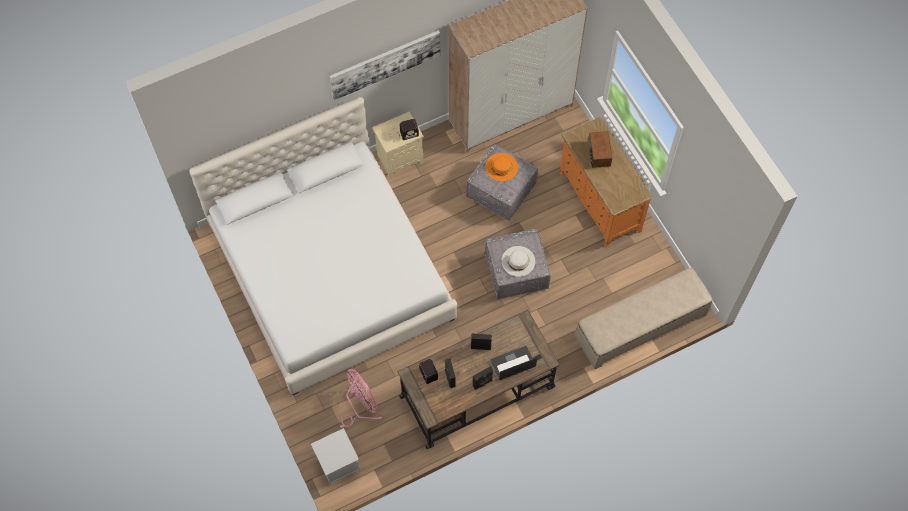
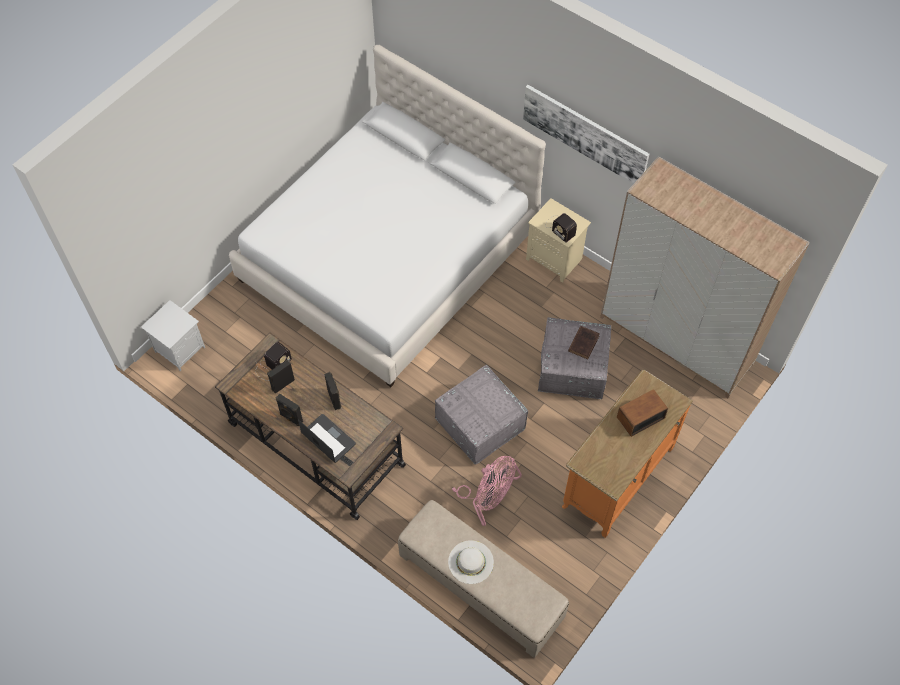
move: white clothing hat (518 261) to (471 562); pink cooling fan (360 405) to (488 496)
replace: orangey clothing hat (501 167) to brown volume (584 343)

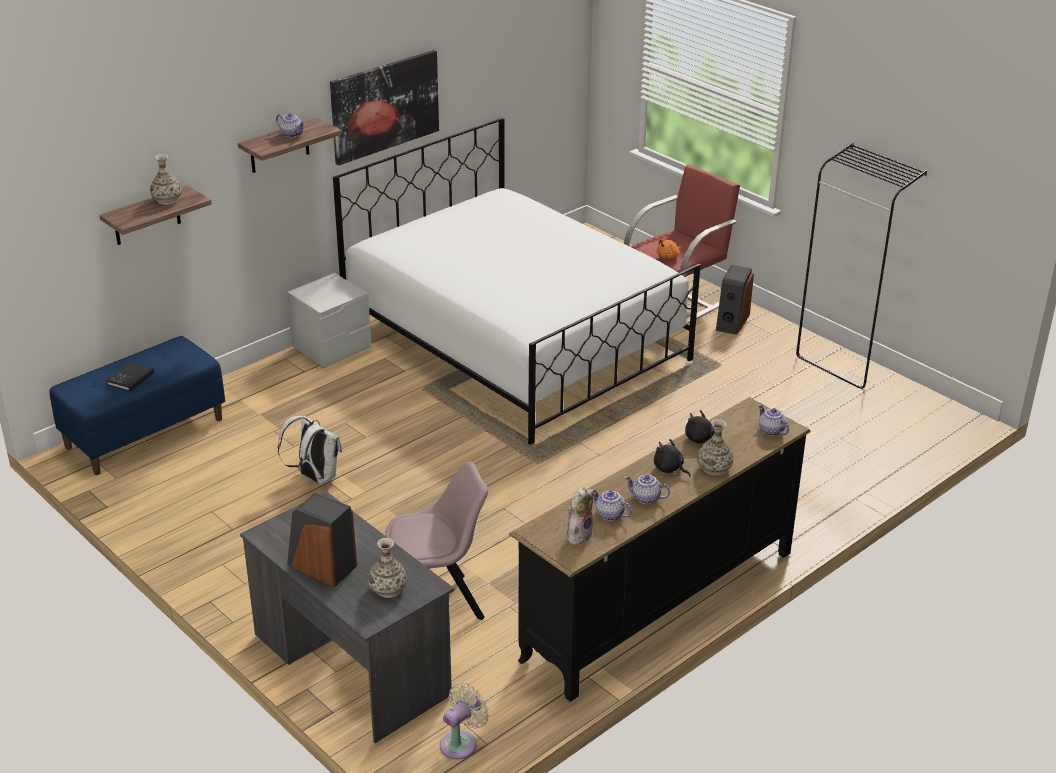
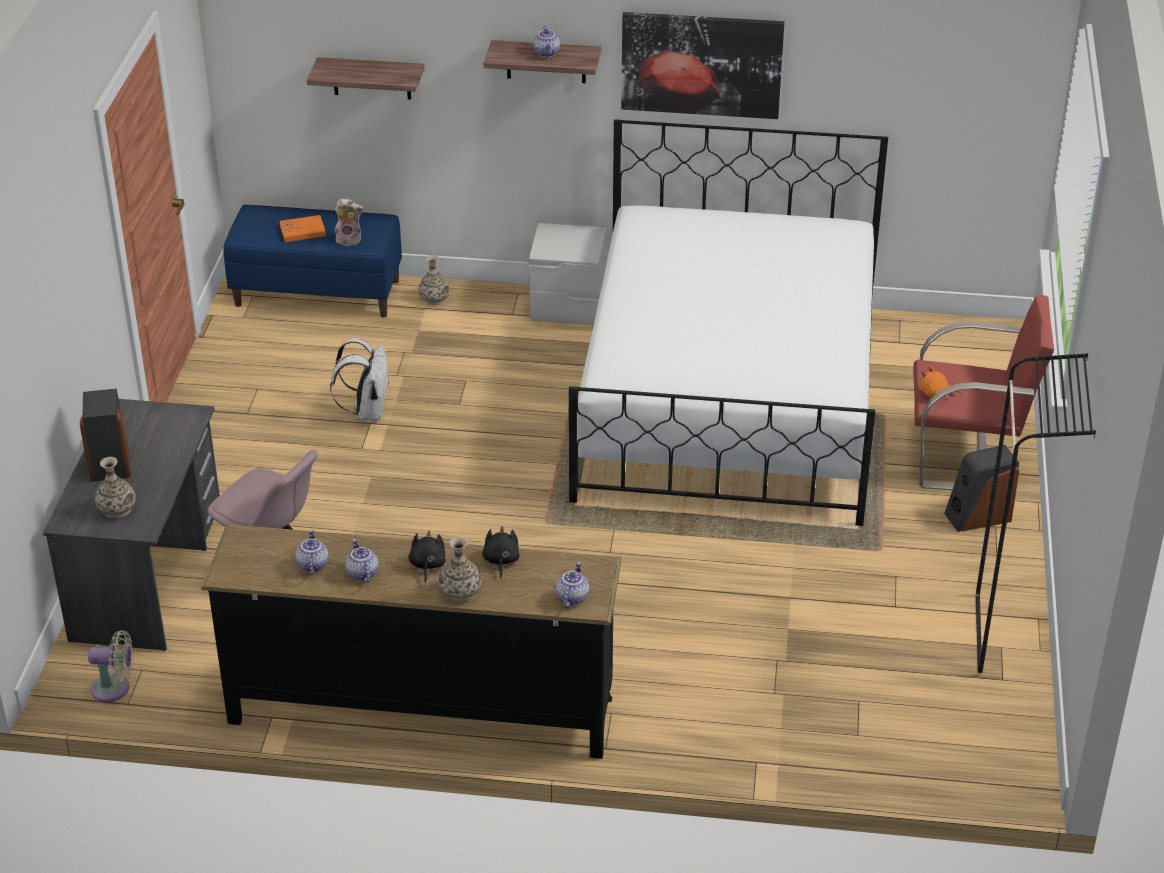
move: flower vase (167 200) to (434 299); plush toy (578 535) to (349 240)
recolor: blackish volume (130 378) to orangey volume (302 230)

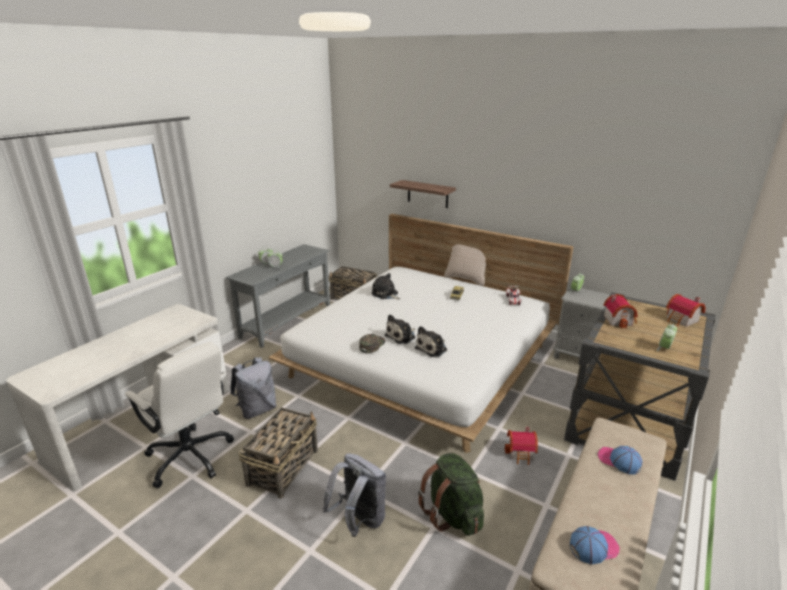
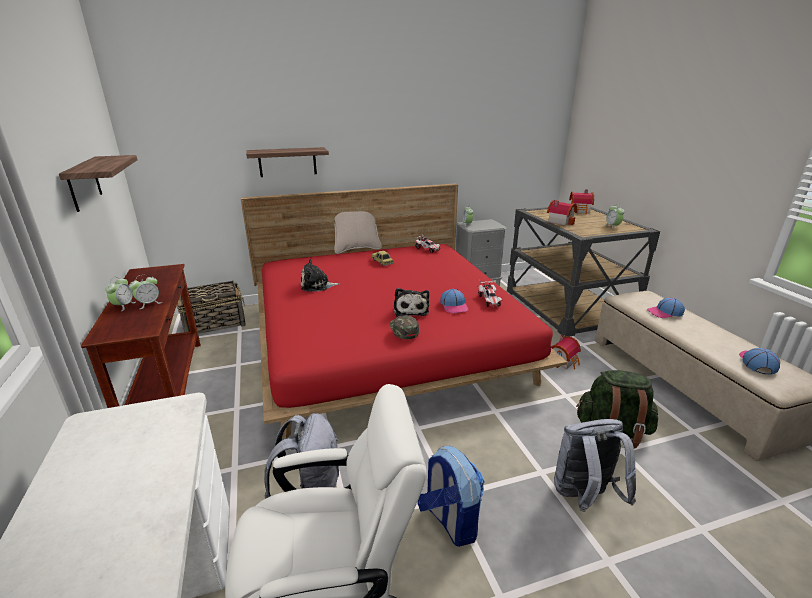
insert: shelf (84 183); model car (489 301)
replace: plush toy (432 348) to peaked cap (454 306); basket (284 467) to knapsack (449 521)
recolor: white bed (422 360) to reddish bed (386 341); grey narrow table (287 321) to brown narrow table (166 386)

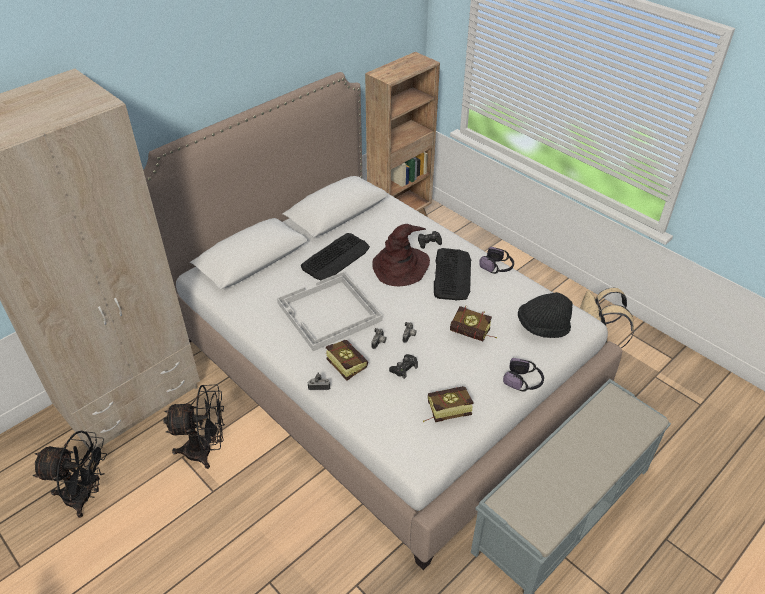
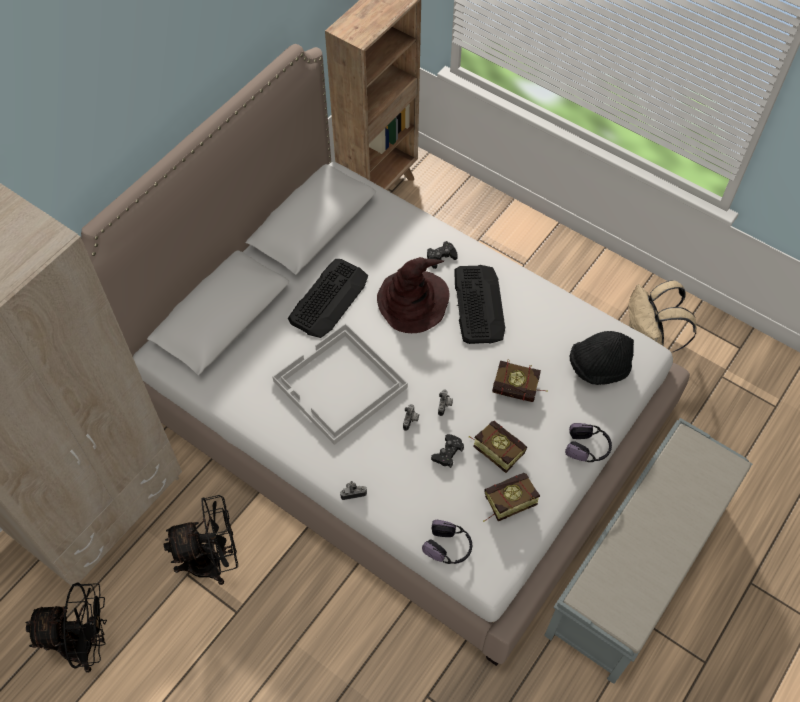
move: headset (497 267) to (448 547); volume (344 363) to (494 448)

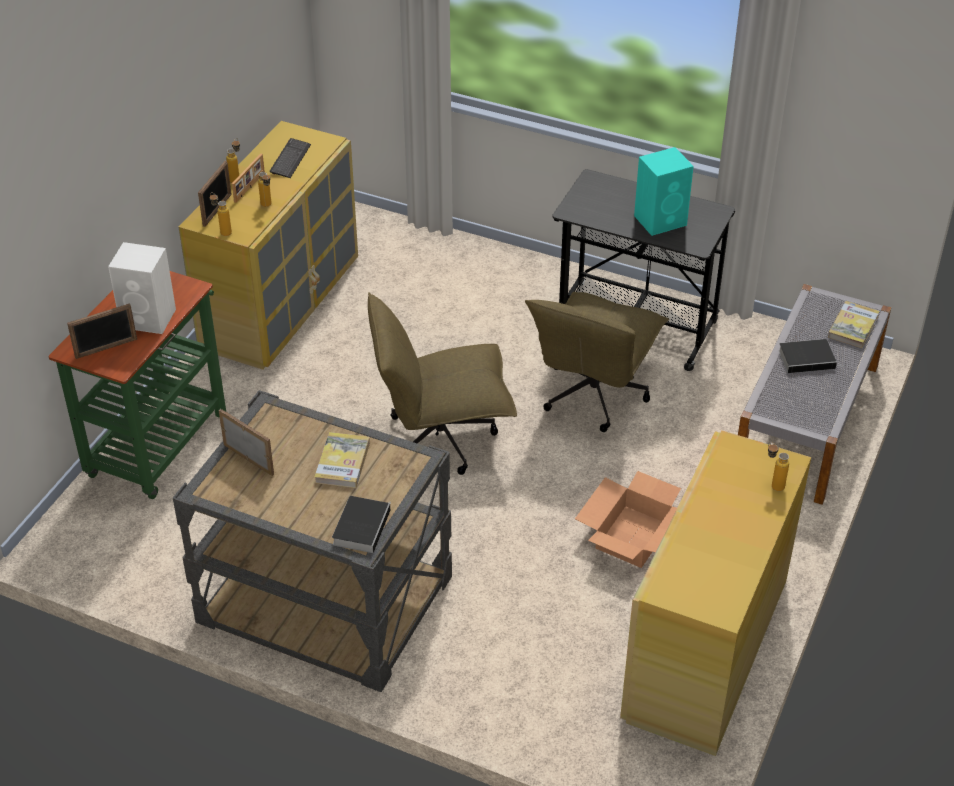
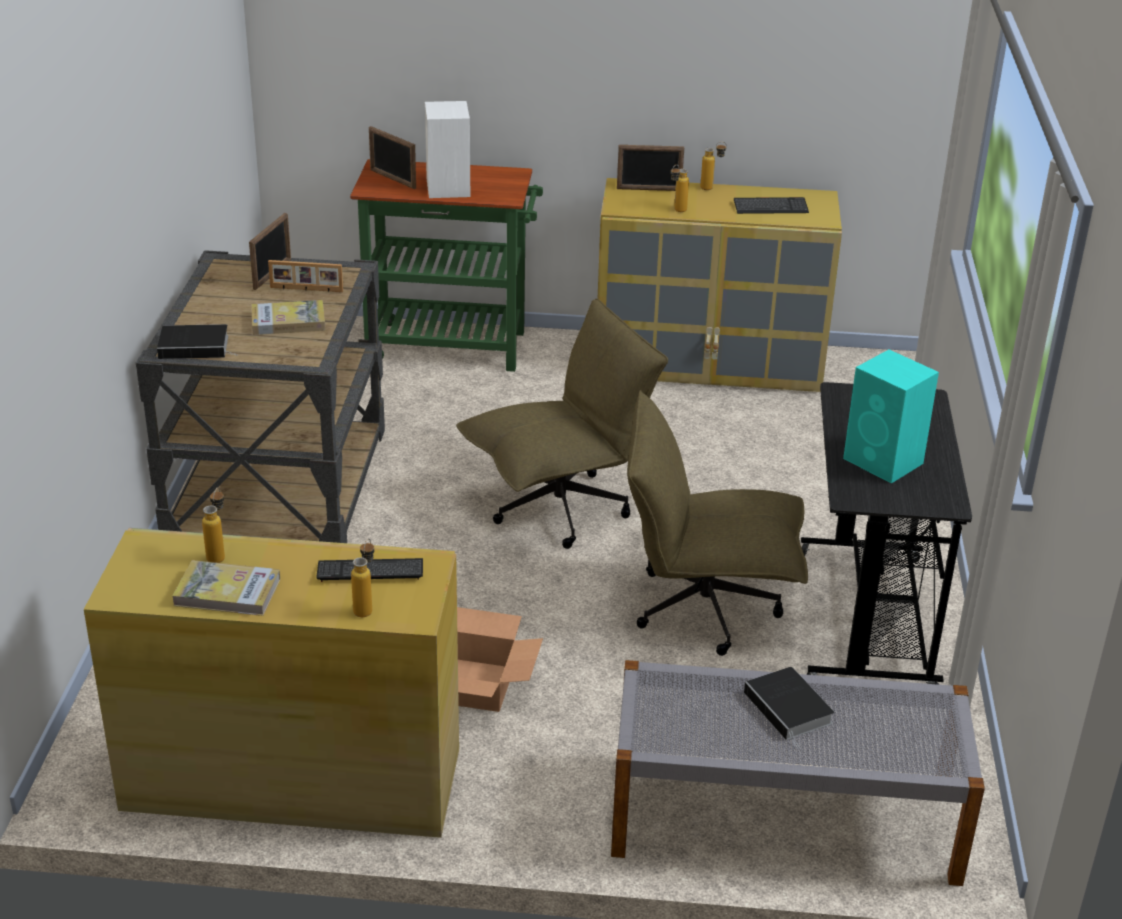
insert: PC keyboard (370 571)
move: photo frame (250 187) to (306 289); beverage bottle (222 231) to (218 554); volume (853 327) to (227 592)
rotate: sand-coloured office chair (442 437) = (557 509) 90 degrees clockwise

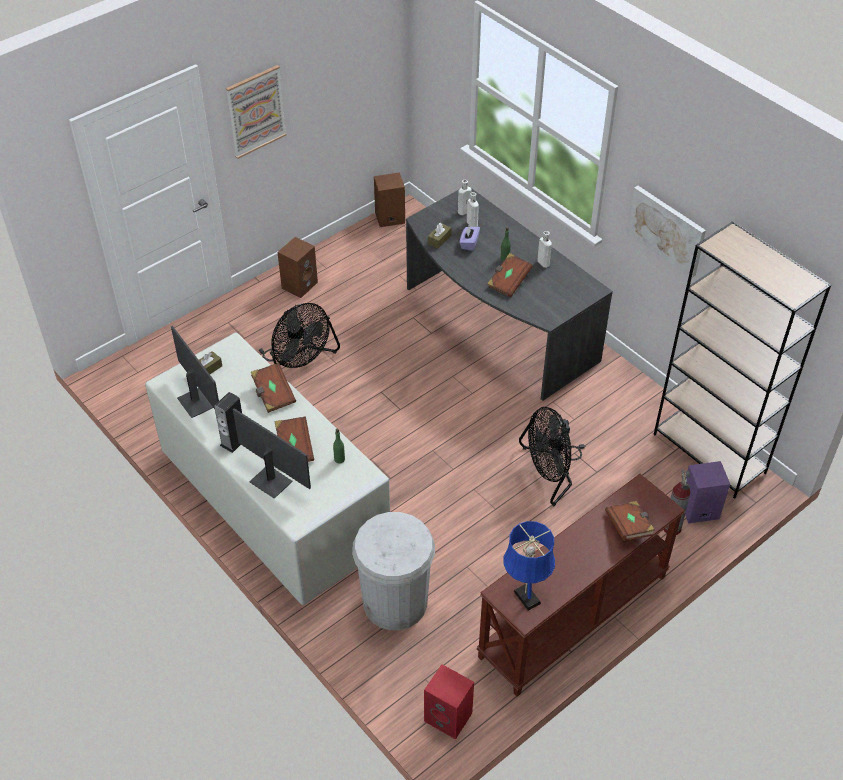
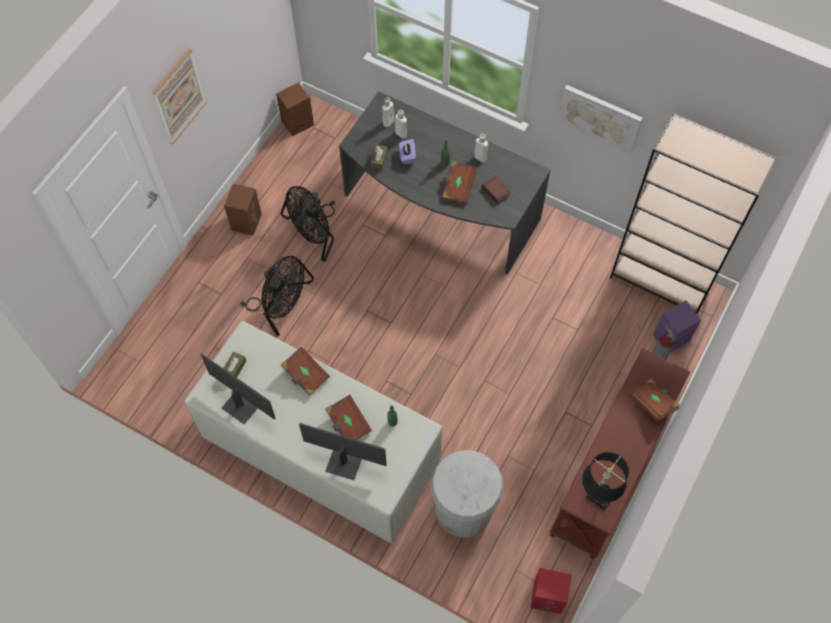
delete: loudspeaker (234 441)
insert: volume (497 191)
move: blackish cooling fan (551 470) to (314 230)
recolor: blue table lamp (525 595) to blackish table lamp (596 496)

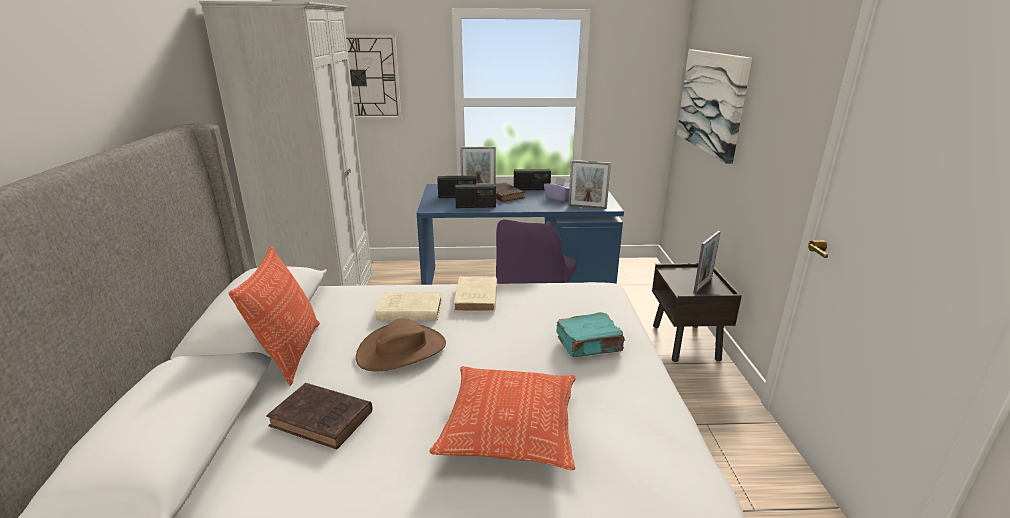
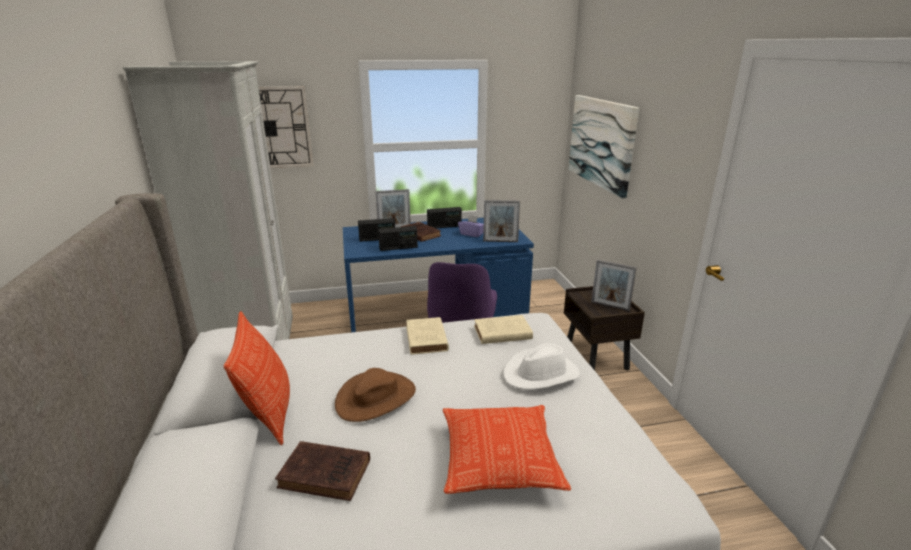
move: sand-coloured volume (408 310) to (501 333)
replace: turquoise volume (589 345) to white clothing hat (541 374)
rotate: photo frame (702 286) = (610 306) 90 degrees clockwise

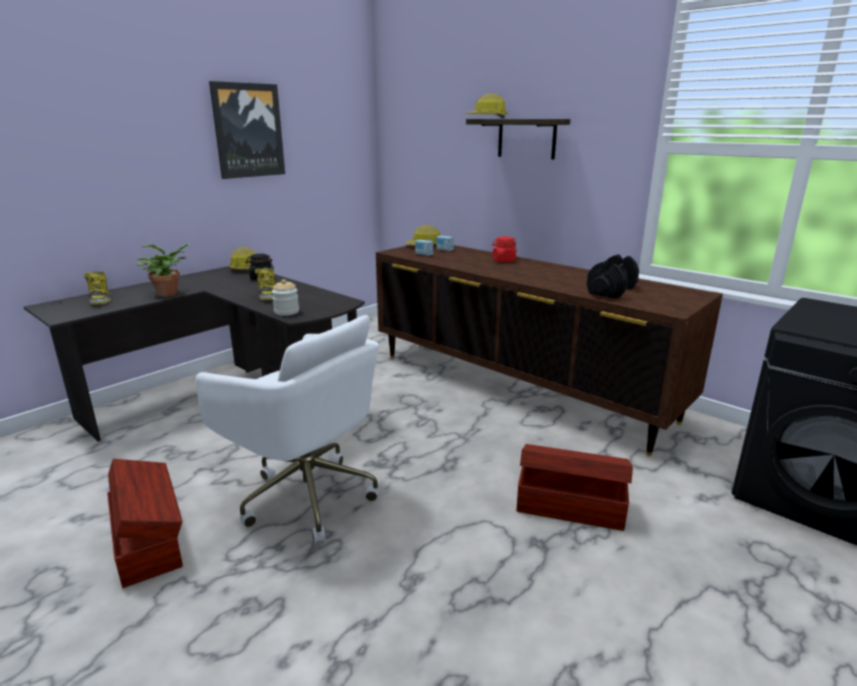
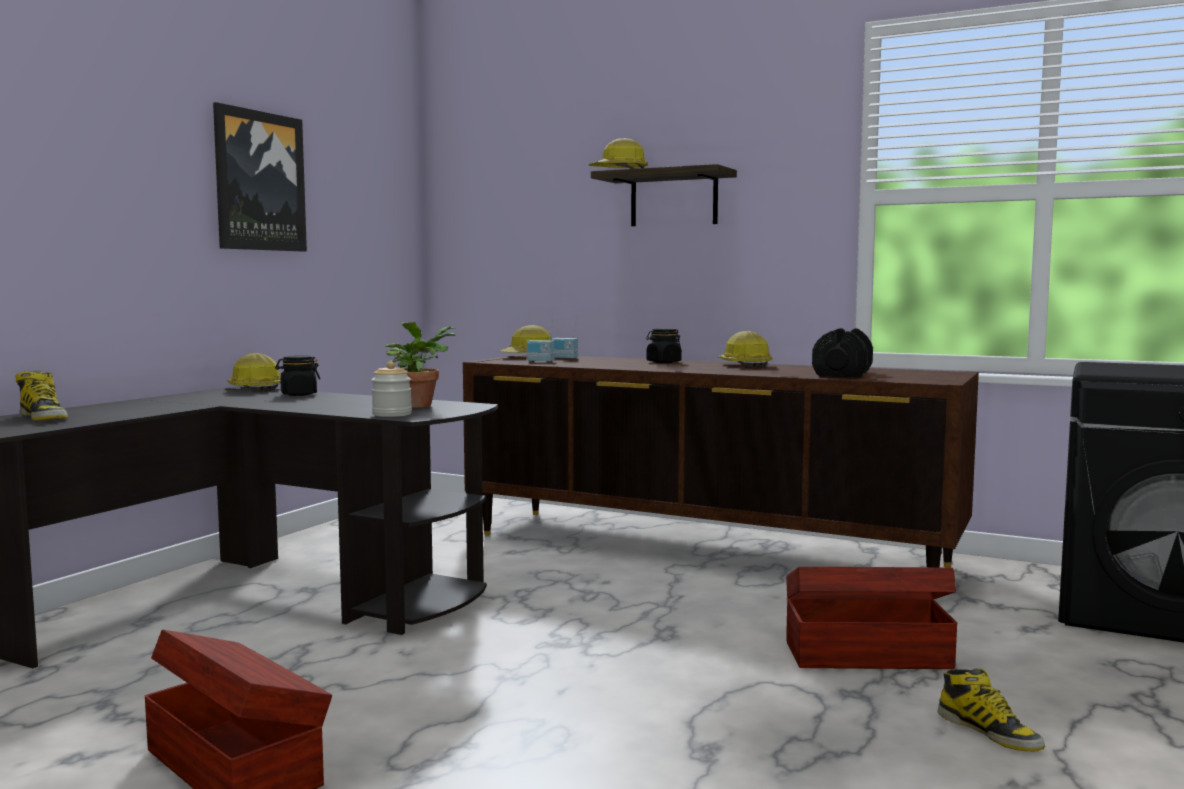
delete: white office chair (304 496)
insert: hard hat (743 365)
move: houseplant (170 293) to (418 405); boot (268 295) to (989 732)
recolor: reddish preserve jar (503 260) to blackish preserve jar (663 362)

